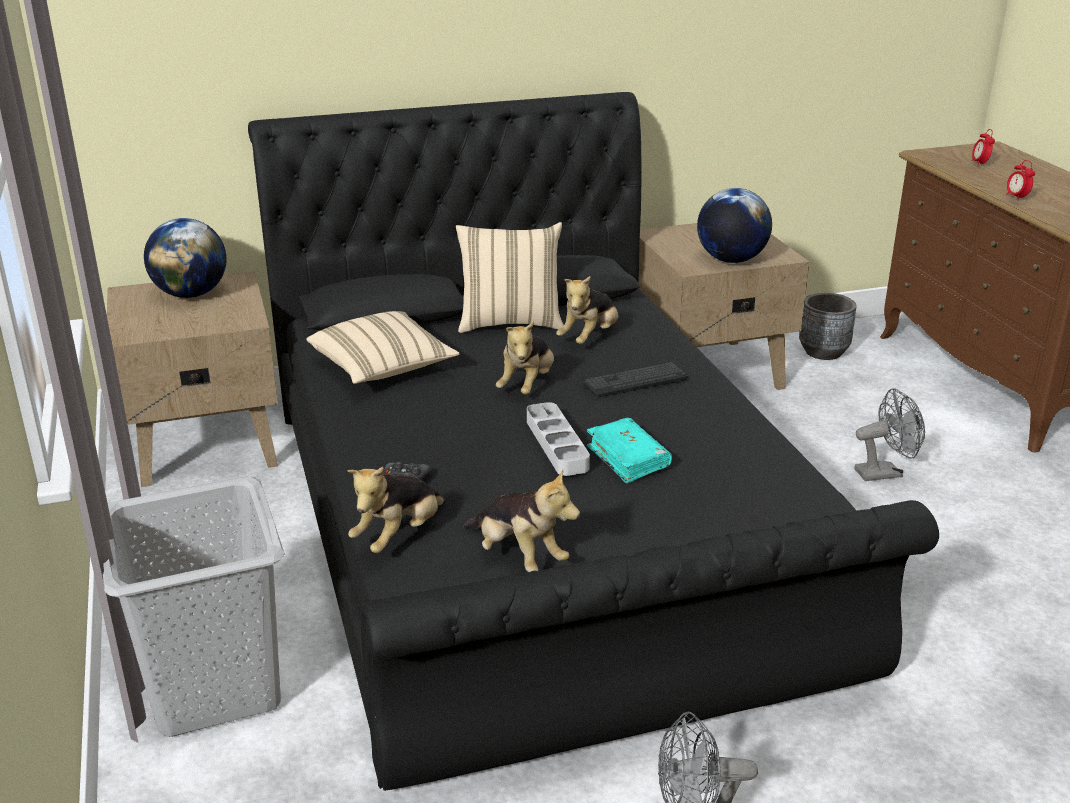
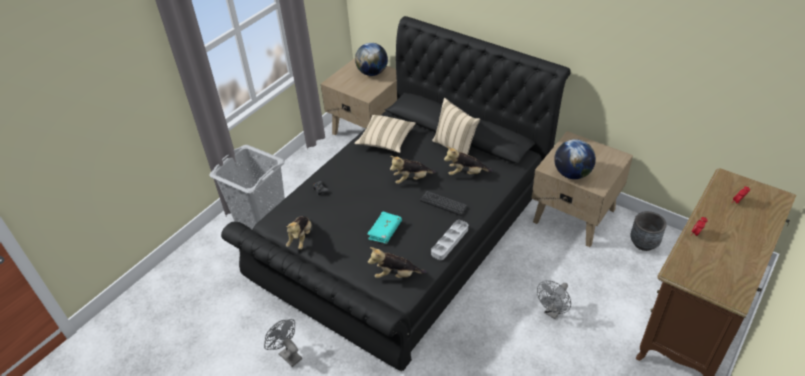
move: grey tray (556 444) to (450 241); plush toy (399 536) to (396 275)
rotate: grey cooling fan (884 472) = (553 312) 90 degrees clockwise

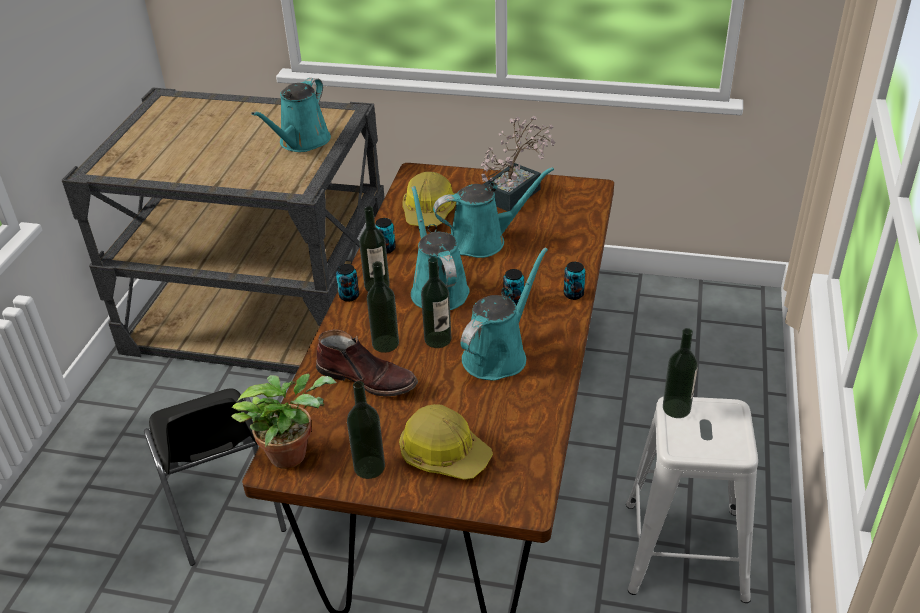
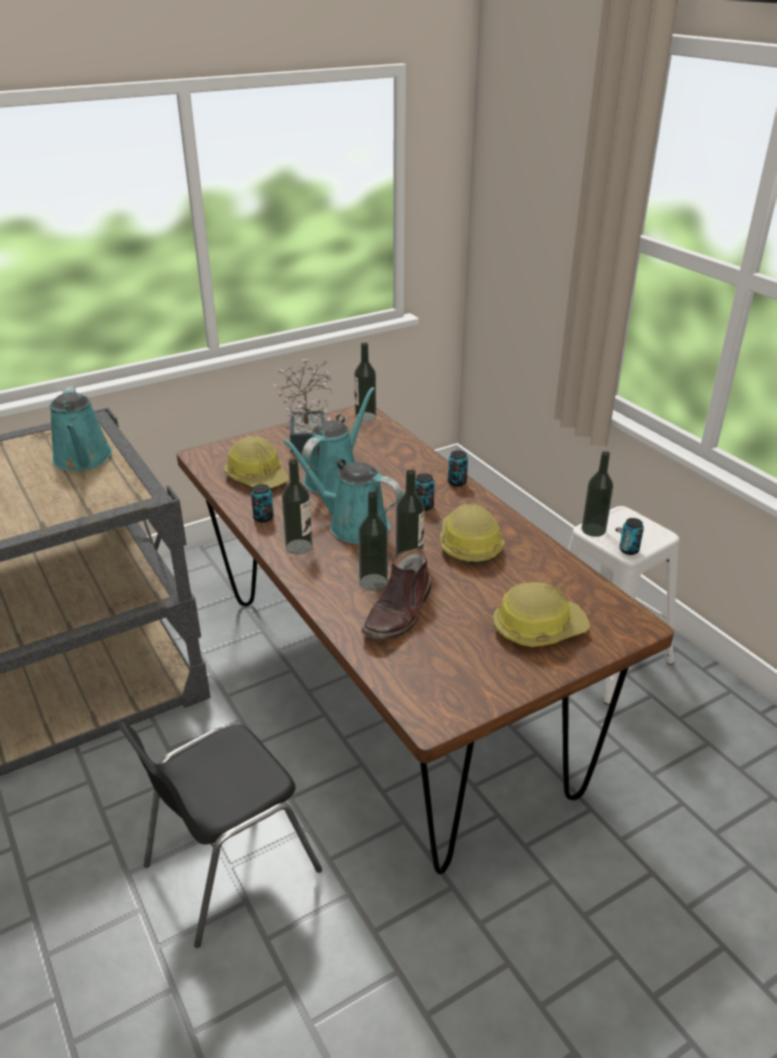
delete: houseplant (292 453)
move: can (349 296) to (629 550); beverage bottle (369 467) to (365 417)
replace: turquoise watering can (498 354) to hard hat (469 545)
rotate: brown boot (368 378) = (399 613) 135 degrees clockwise; blackish chair (224 508) = (229 867) 120 degrees clockwise

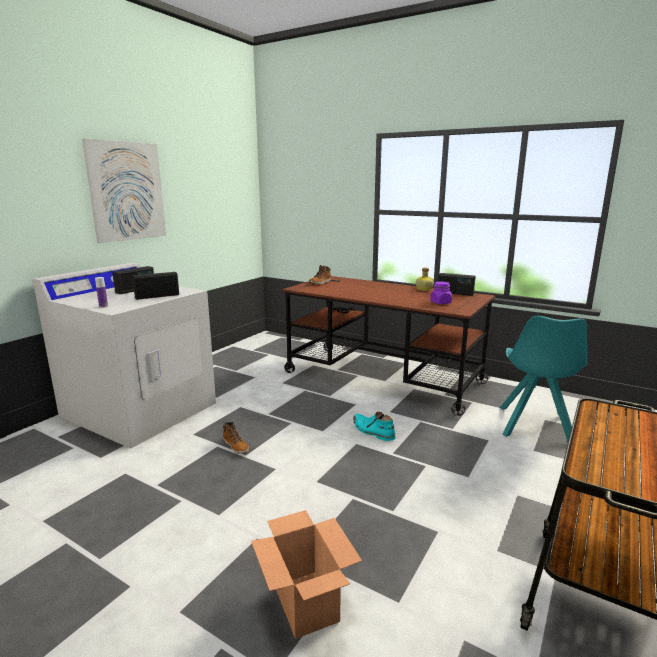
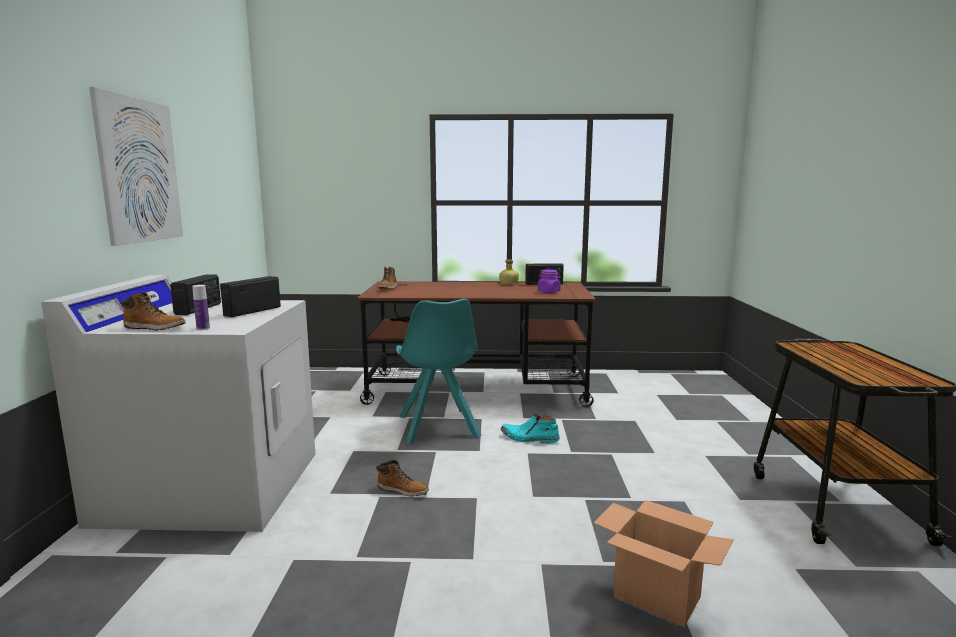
insert: boot (155 328)
move: turquoise chair (535 426) to (438 427)

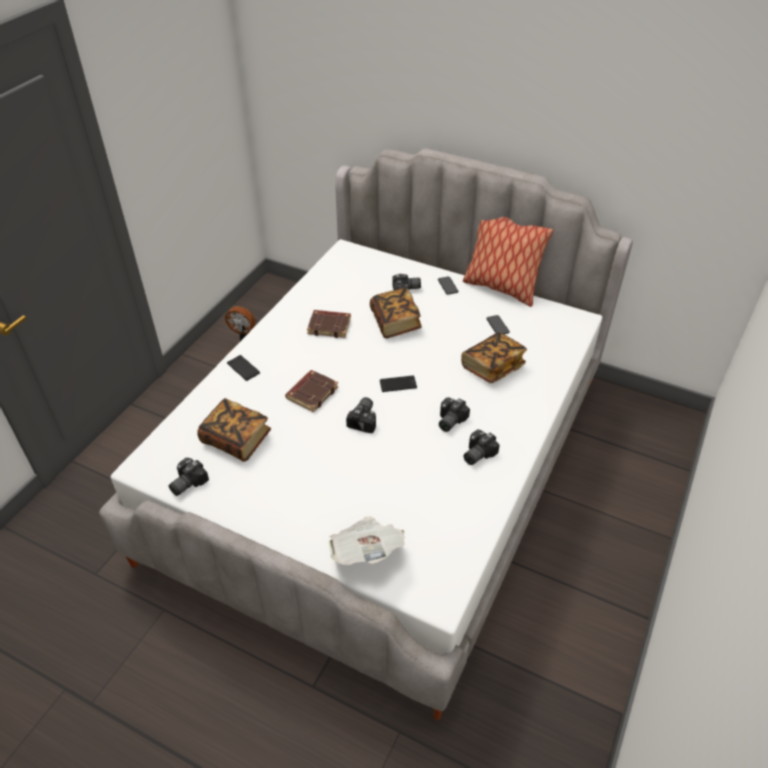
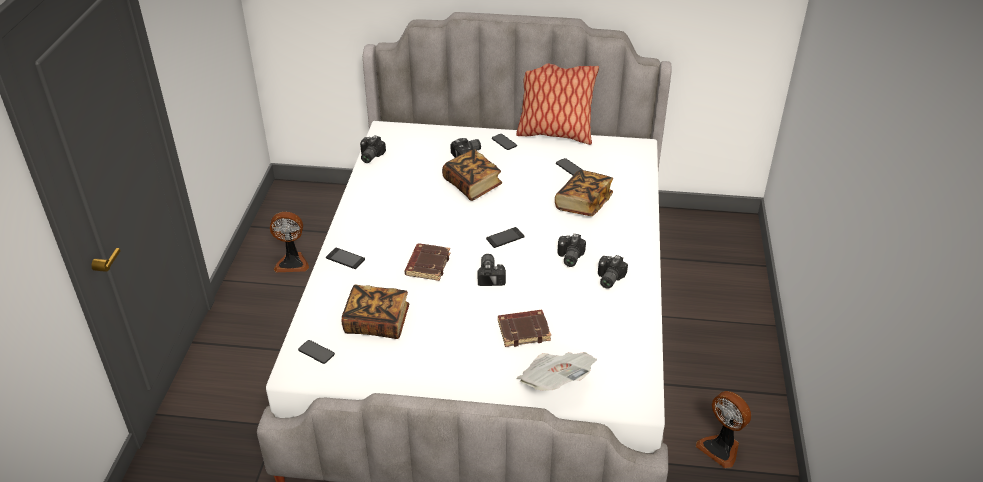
insert: phone (316 352); cooling fan (721 448)
move: brown volume (330 326) to (524 330); still camera (186 483) to (369 156)

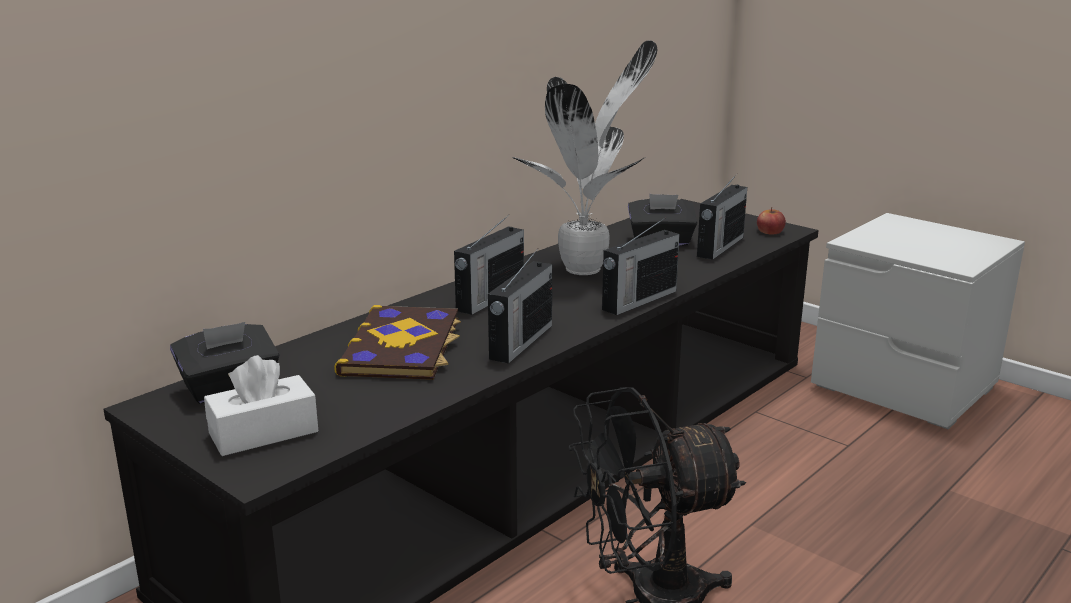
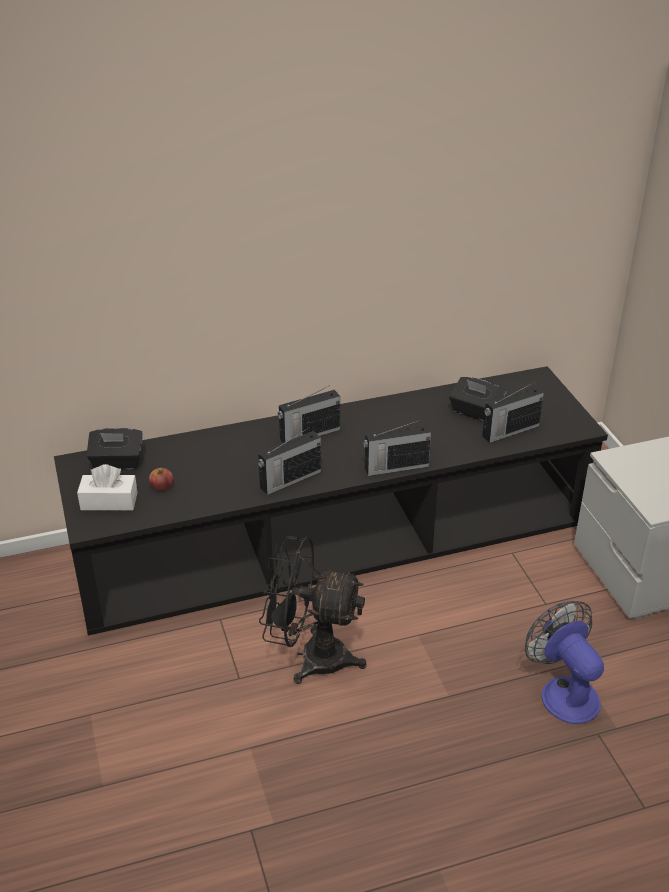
delete: houseplant (587 269); volume (403 346)
insert: cooling fan (563 691)
move: apple fruit (770 231) to (162 485)

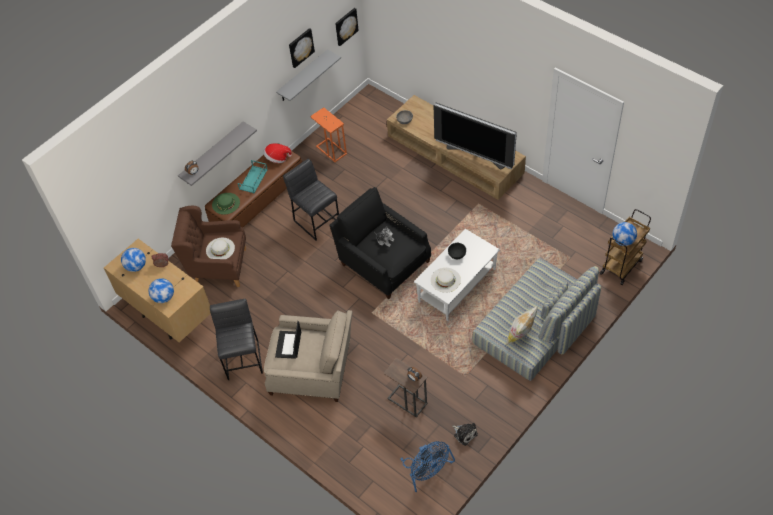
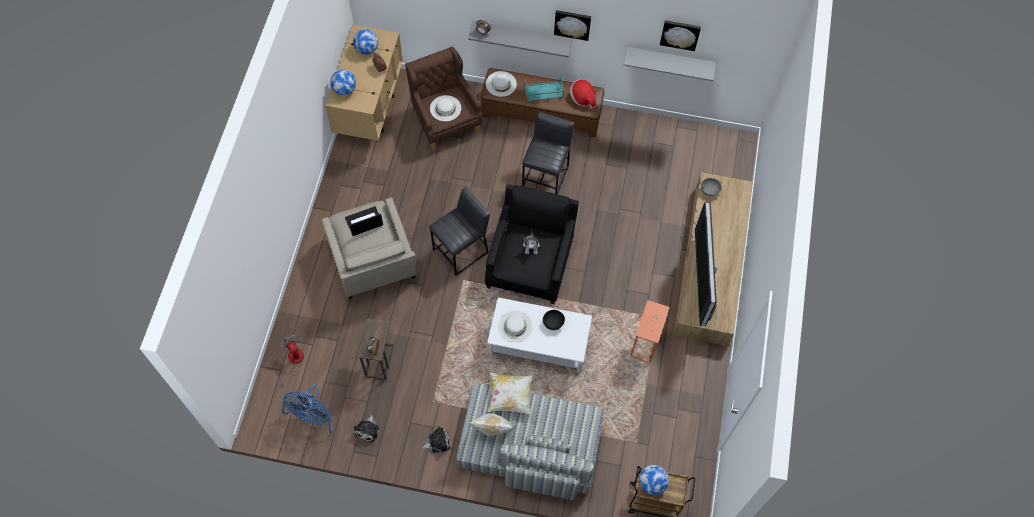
insert: cooling fan (293 361); pillow (509 396); plush toy (437 442)
move: picture (345 26) to (572 24); orangey side table (331 150) to (645 343); grey stool (243 359) to (461 250)
recolor: green-coloured clothing hat (226 203) to white clothing hat (501 84)

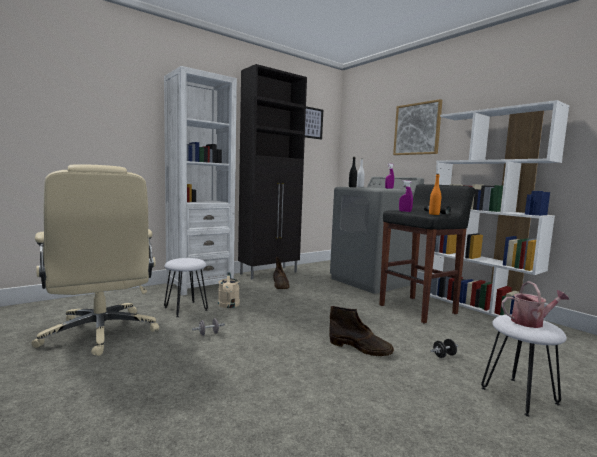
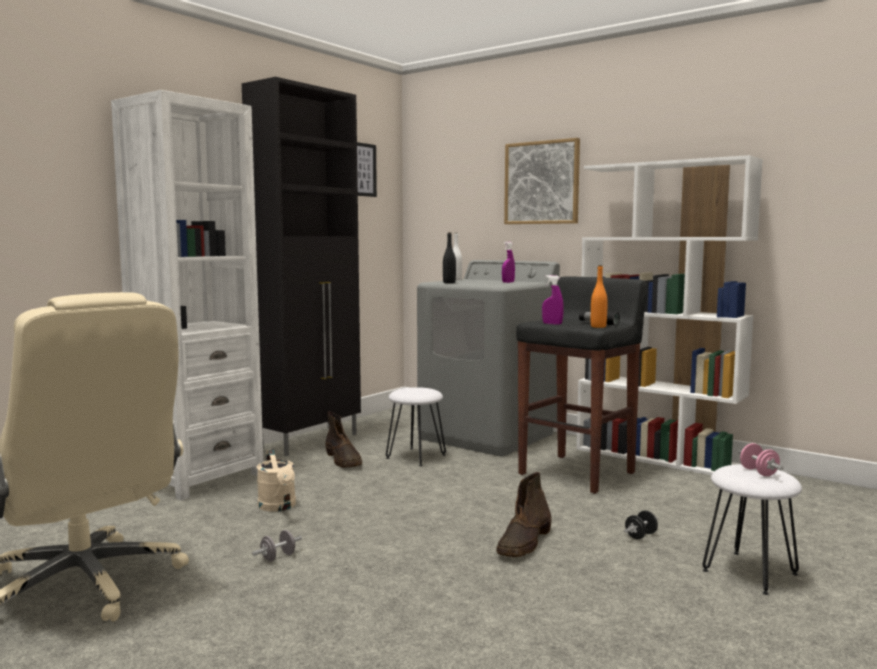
move: white stool (186 308) to (416 456)
replace: watering can (531 322) to pink dumbbell (758 472)
rotate: brown boot (360 348) = (524 543) 105 degrees clockwise

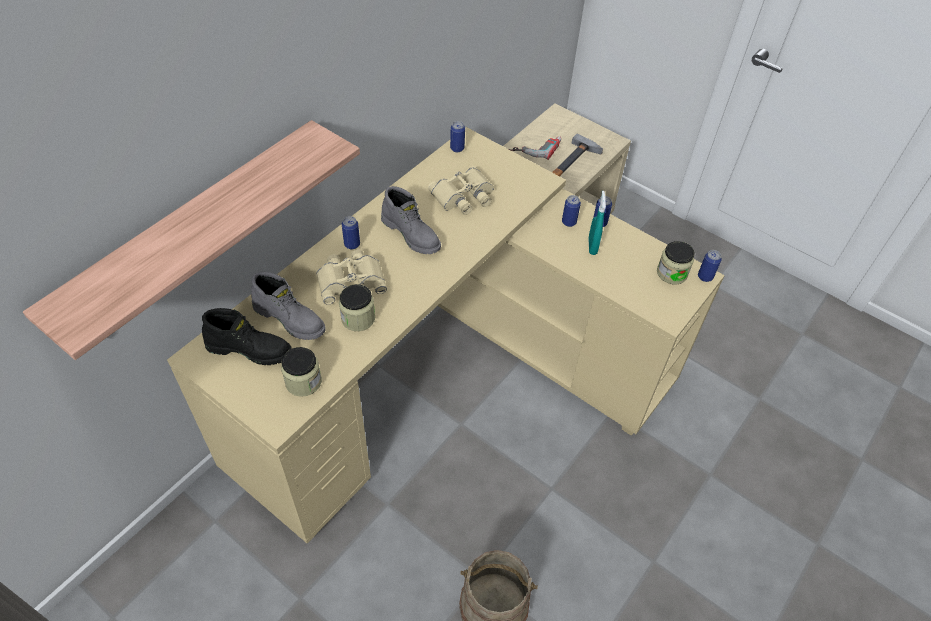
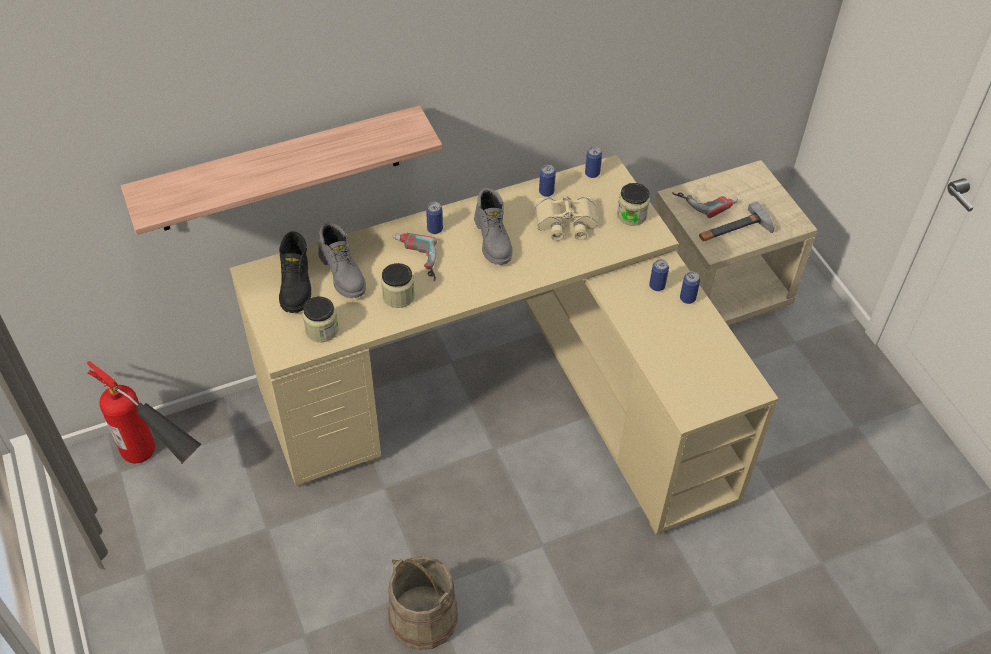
delete: turquoise hand sprayer (592 246)
insert: extinguisher (162 465)
move: preserve jar (672 273) to (631 215); can (705 277) to (546 192)
replace: sand-coloured pair of binoculars (351 279) to drill (414 260)
rotate: blackish boot (250 349) = (297 285) 45 degrees clockwise

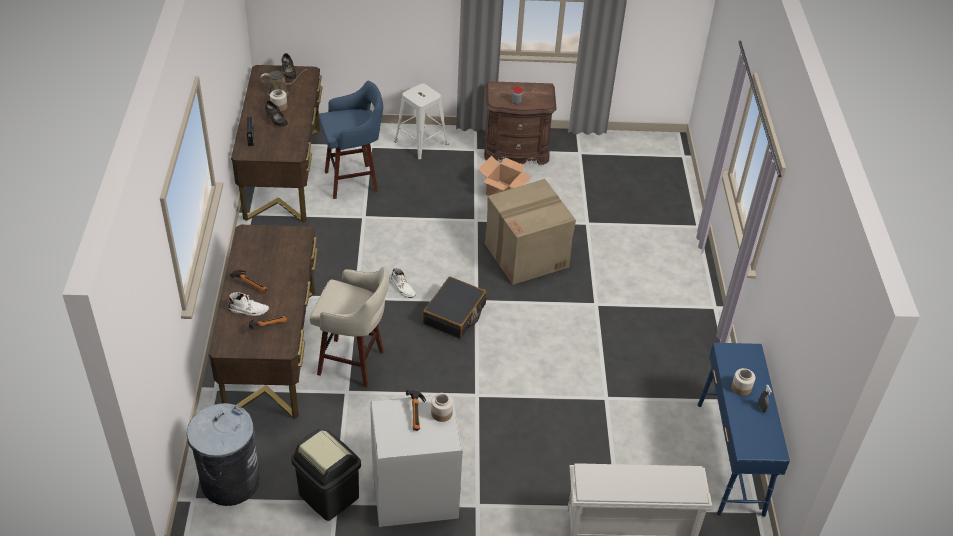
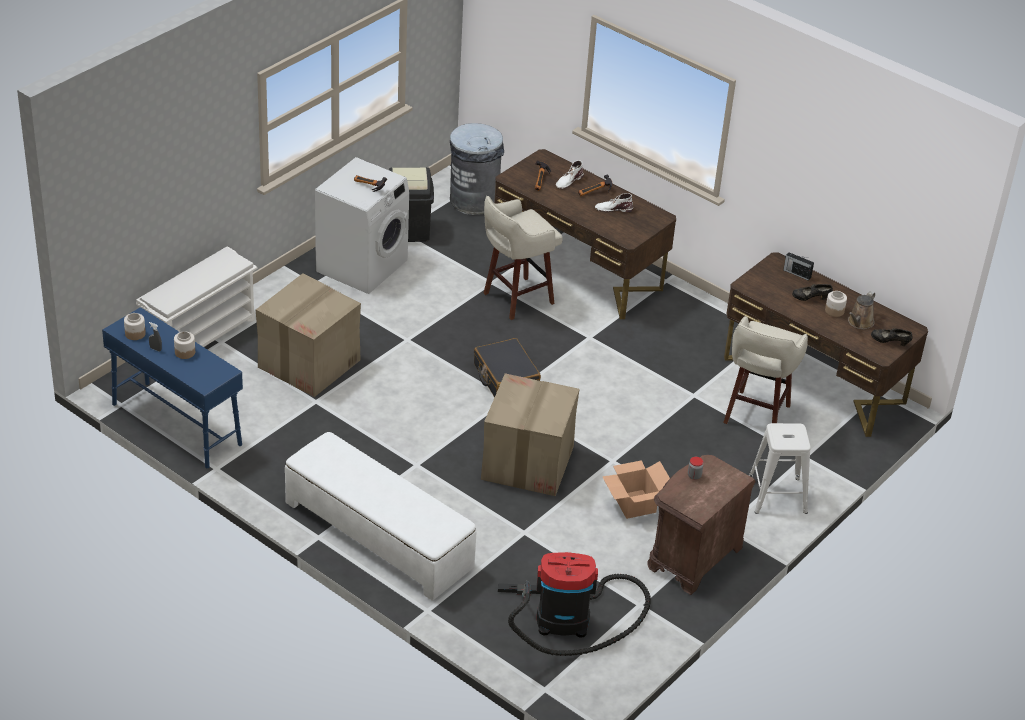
insert: cardboard box (309 363); white long seat (377 534); vacuum cleaner (569 620)
move: white boot (402 288) to (613 209); preserve jar (441 413) to (135 334)
recolor: blue stool (354 181) to sand-coloured stool (755 416)

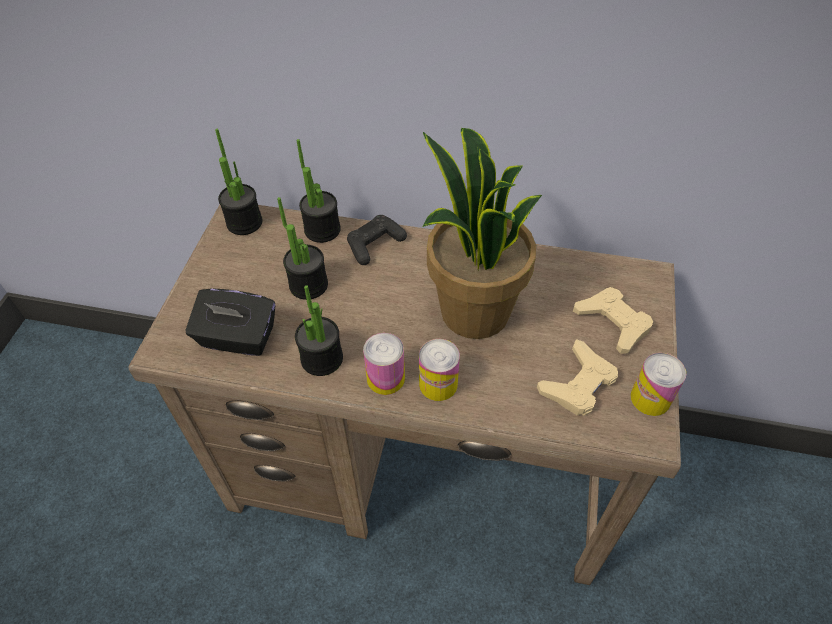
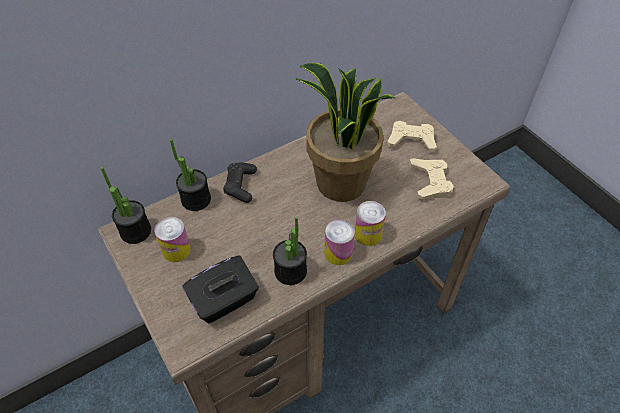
delete: houseplant (308 285)
move: can (650 398) to (176 250)

